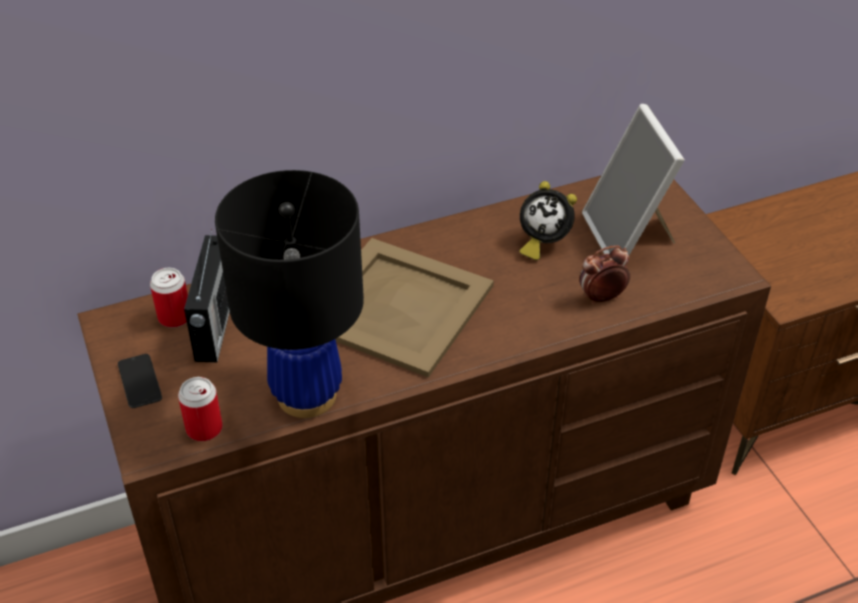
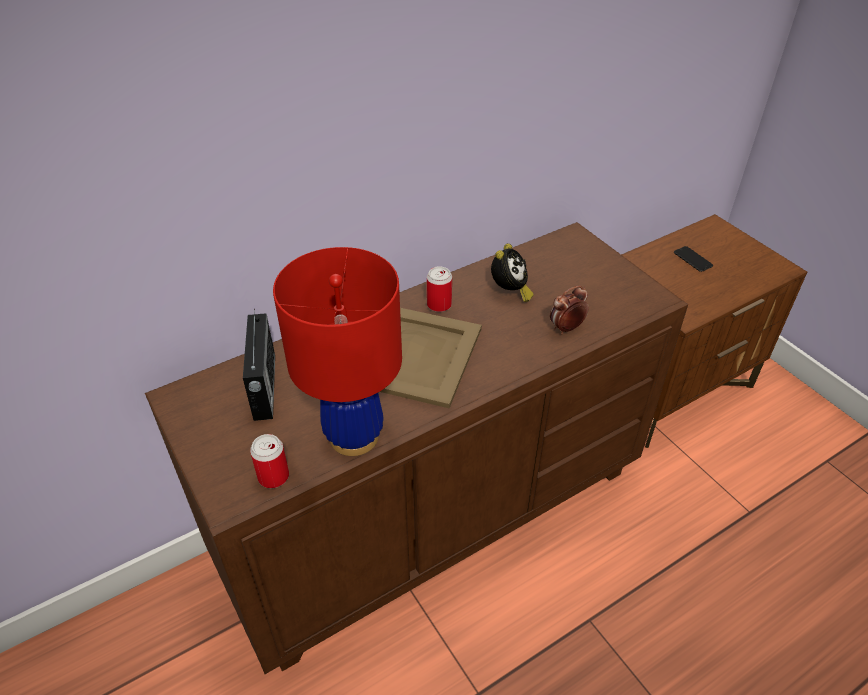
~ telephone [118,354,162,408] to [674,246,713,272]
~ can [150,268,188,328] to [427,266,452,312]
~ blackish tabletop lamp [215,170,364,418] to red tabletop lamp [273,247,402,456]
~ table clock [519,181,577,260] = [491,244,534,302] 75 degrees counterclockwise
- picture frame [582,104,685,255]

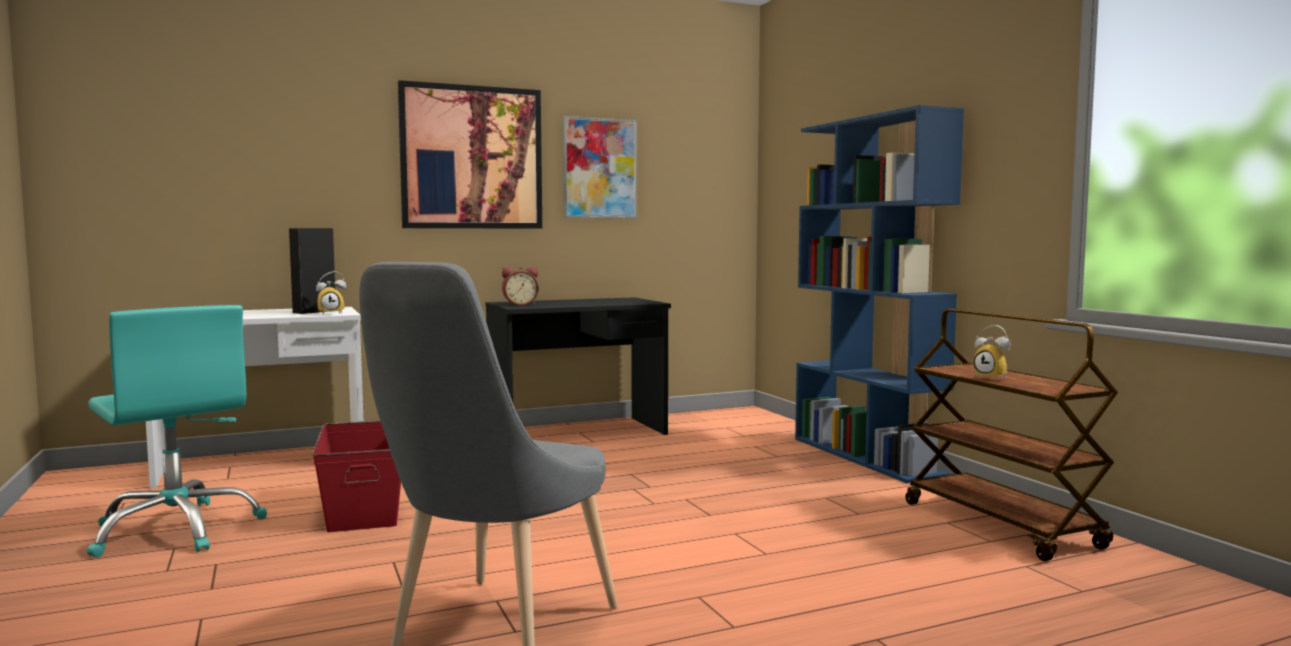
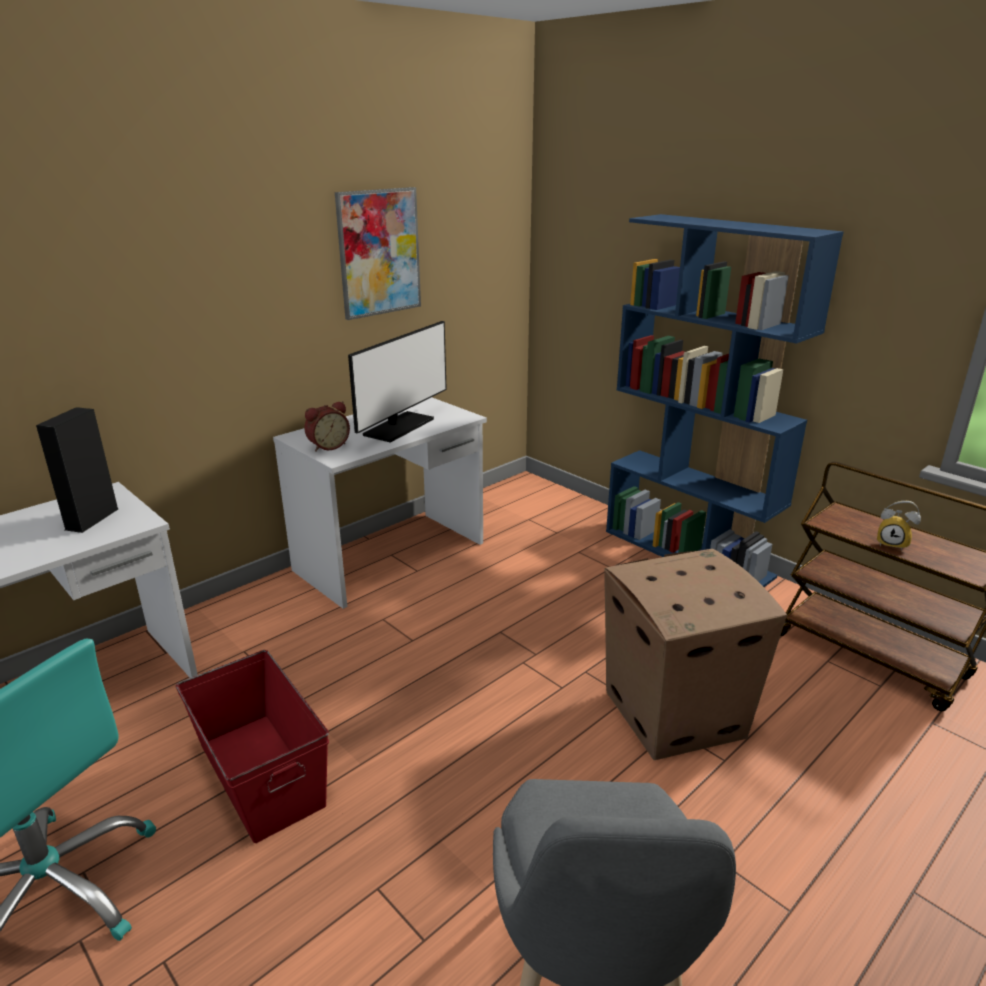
- table clock [316,271,346,315]
- wall art [398,80,542,229]
~ blackish desk table [486,297,671,435] to white desk table [273,397,487,609]
+ monitor [348,321,447,443]
+ carton [604,549,787,760]

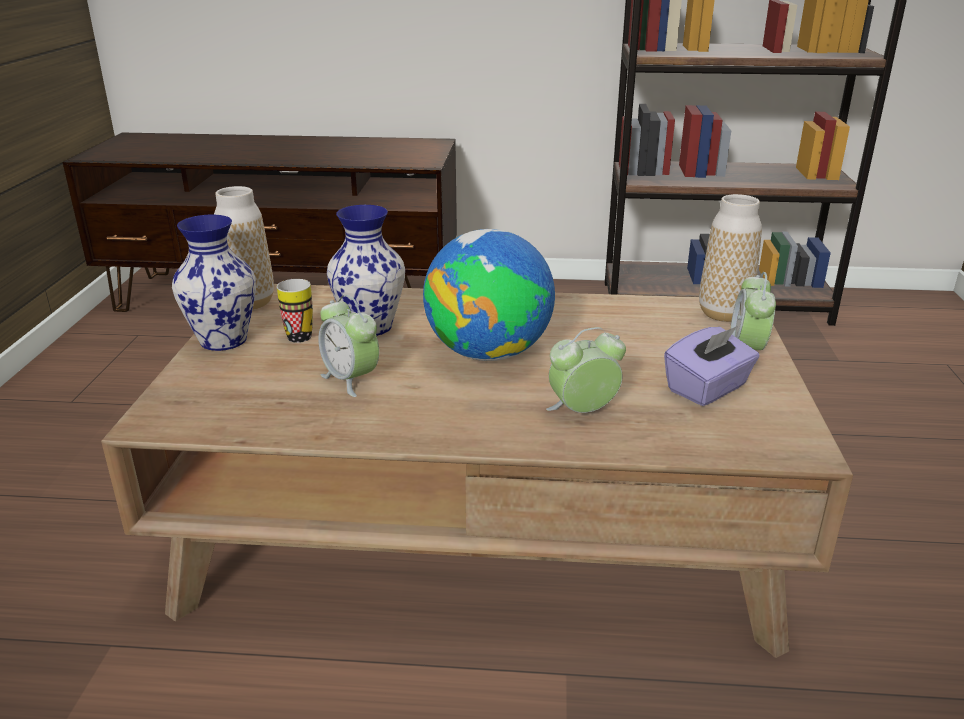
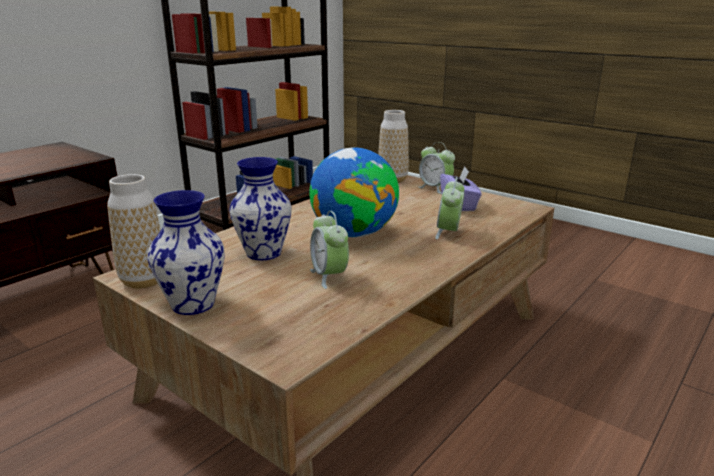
- mug [277,279,313,343]
~ table clock [318,295,379,397] = [310,211,349,289] 75 degrees clockwise

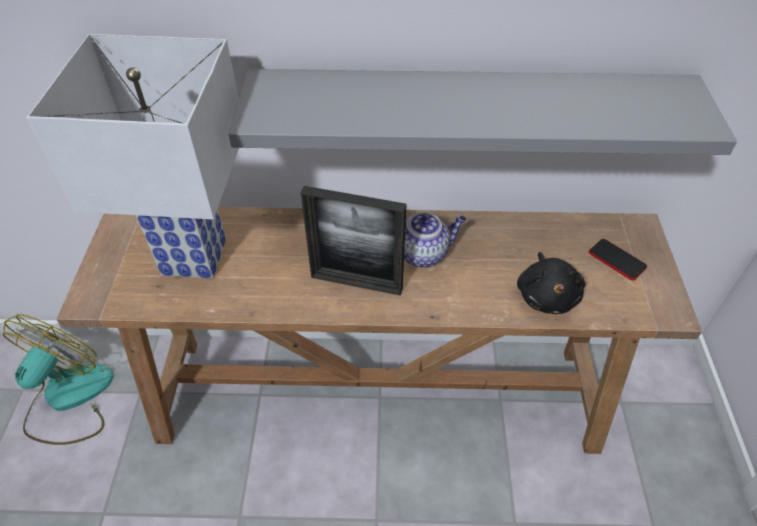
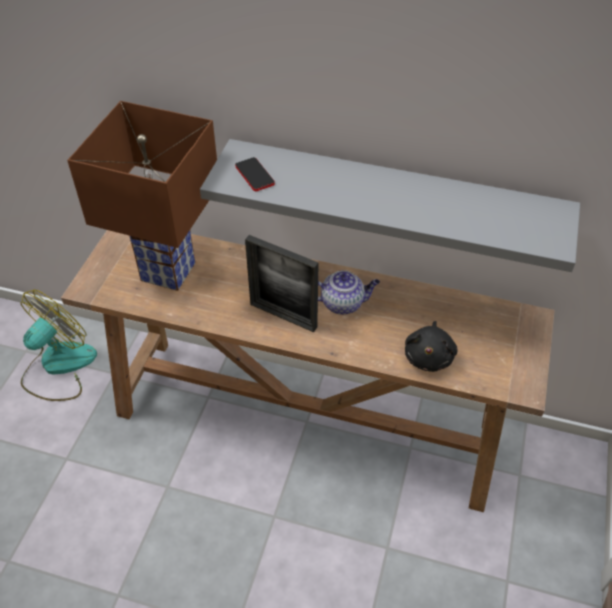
~ white tabletop lamp [26,34,239,279] to brown tabletop lamp [67,101,217,291]
~ telephone [589,239,647,281] to [235,157,275,191]

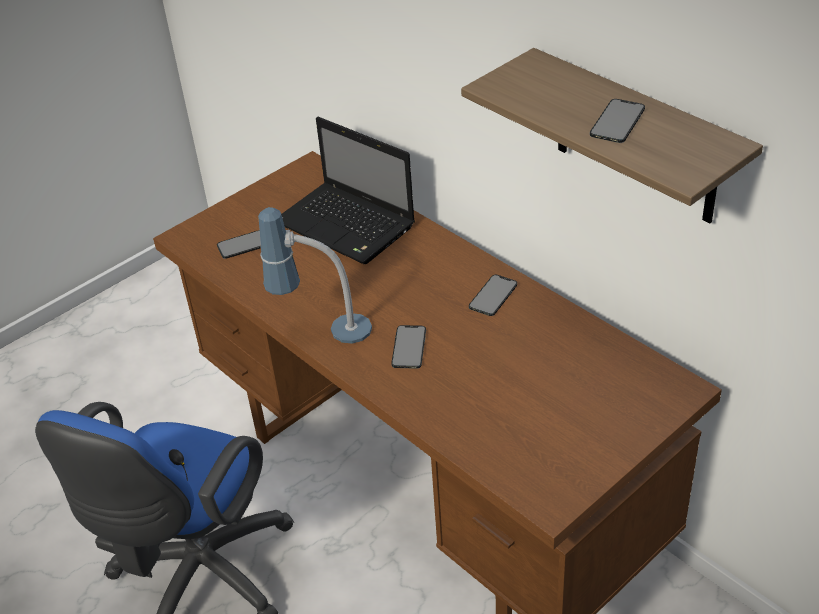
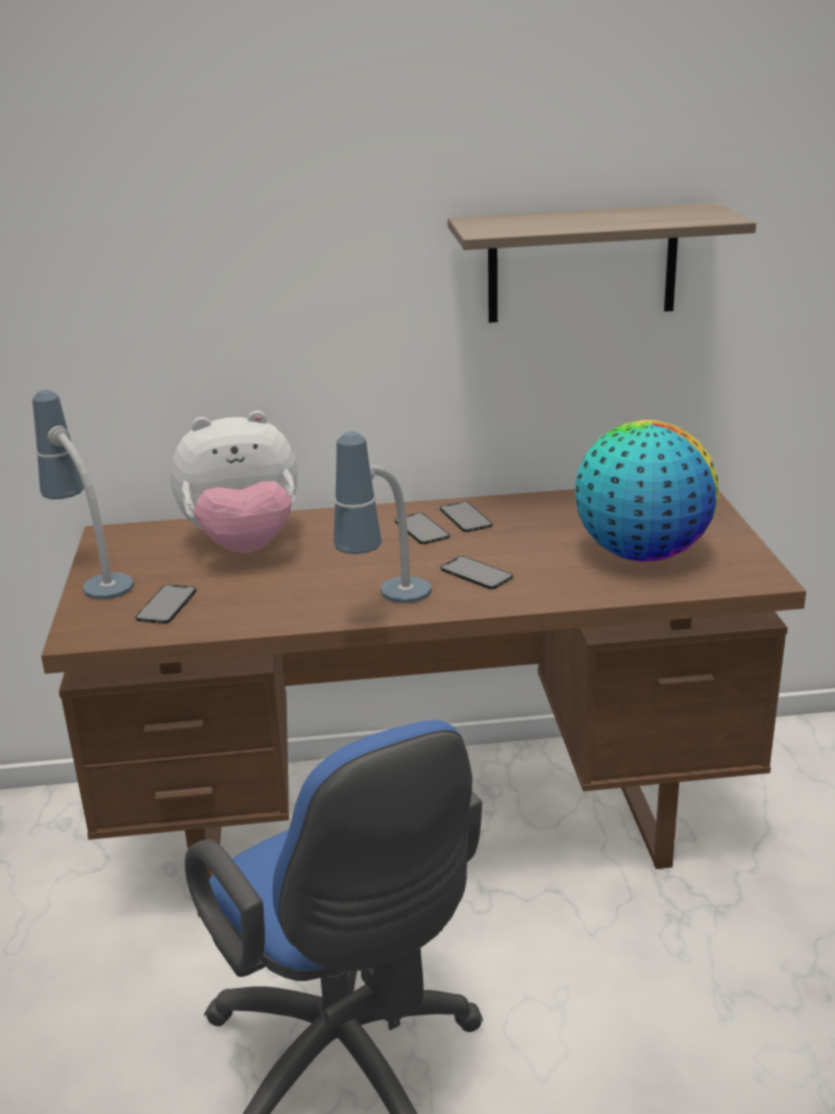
~ laptop [281,117,415,264] to soft toy [171,411,297,553]
~ telephone [590,99,645,143] to [395,513,449,544]
+ tabletop lamp [32,390,134,600]
+ globe [575,420,719,562]

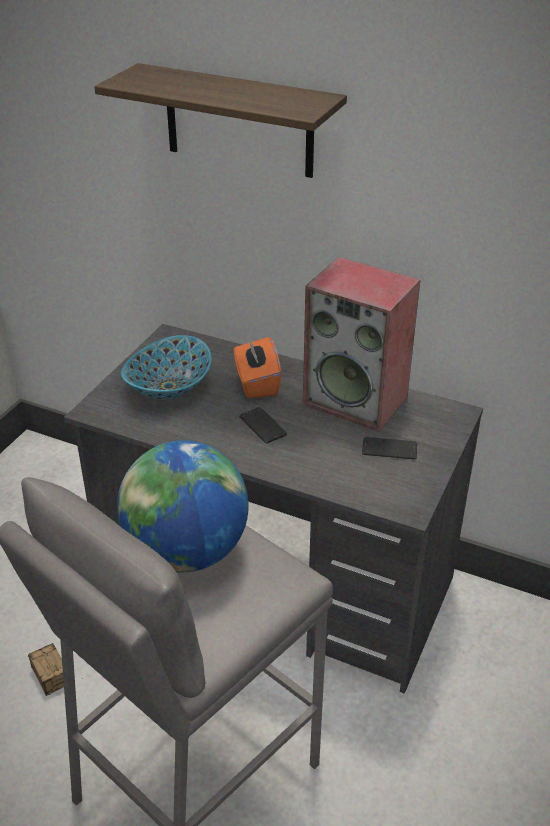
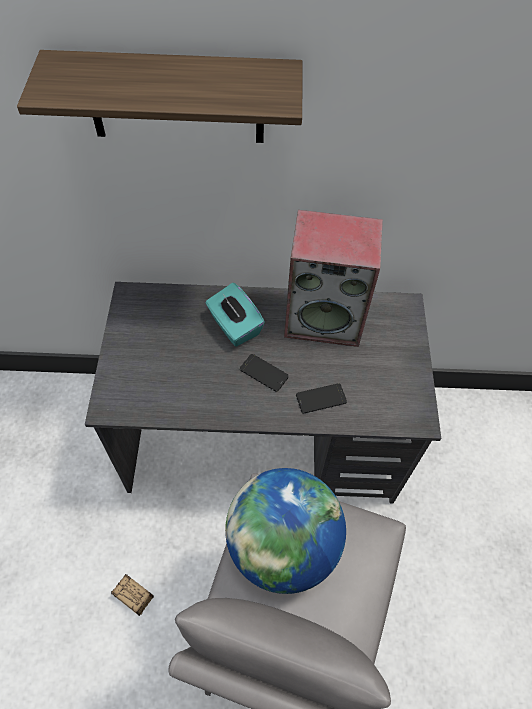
- bowl [121,335,212,400]
~ orange tissue box [234,337,282,398] to turquoise tissue box [206,283,265,347]
~ telephone [362,437,417,459] to [296,383,347,414]

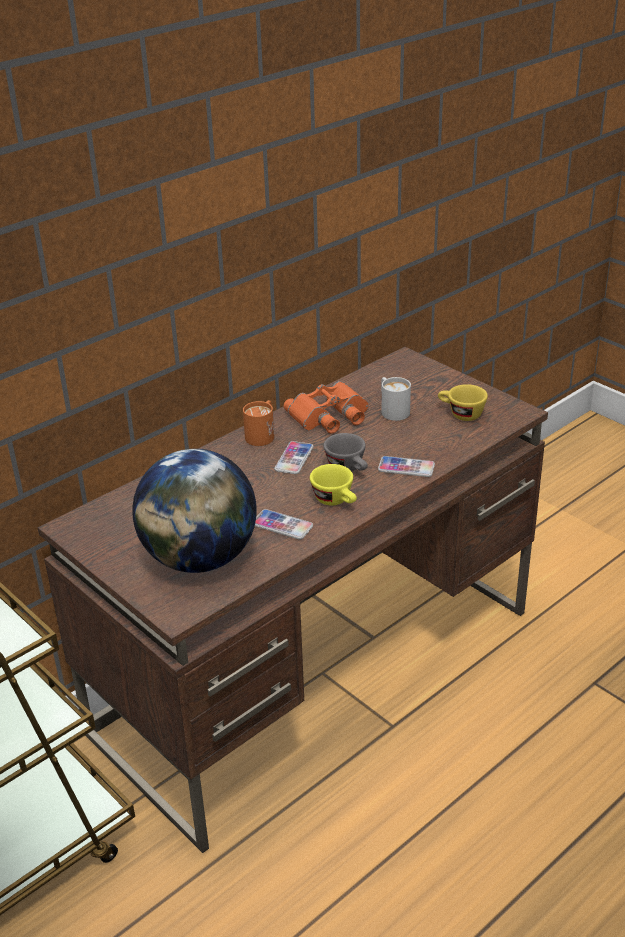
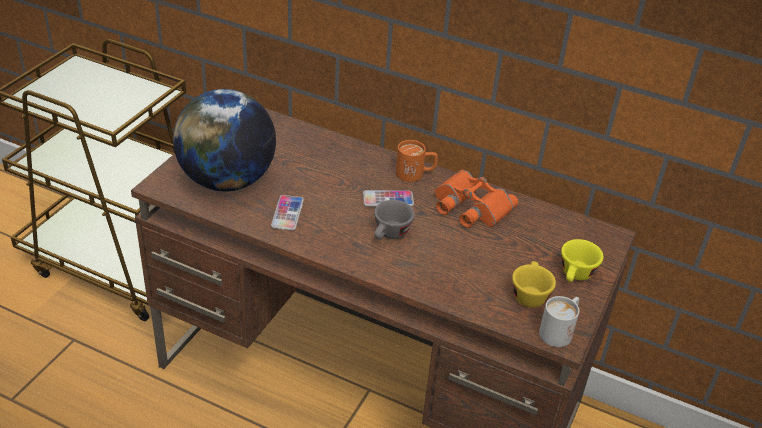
~ yellow cup [310,464,357,505] to [561,239,603,282]
- telephone [378,456,435,477]
~ white mug [381,377,411,421] to [539,296,579,347]

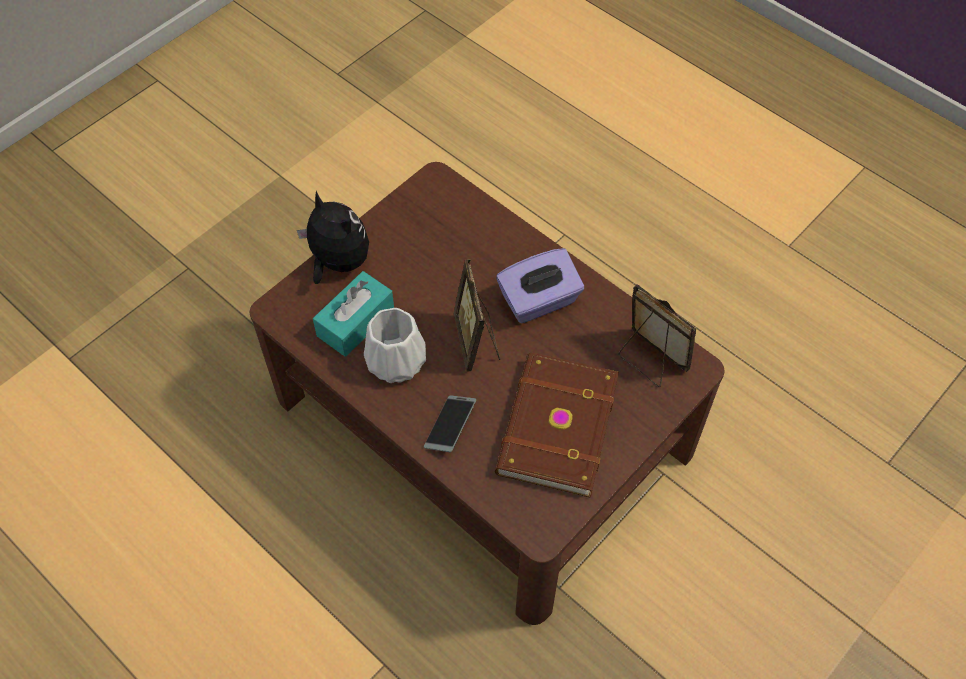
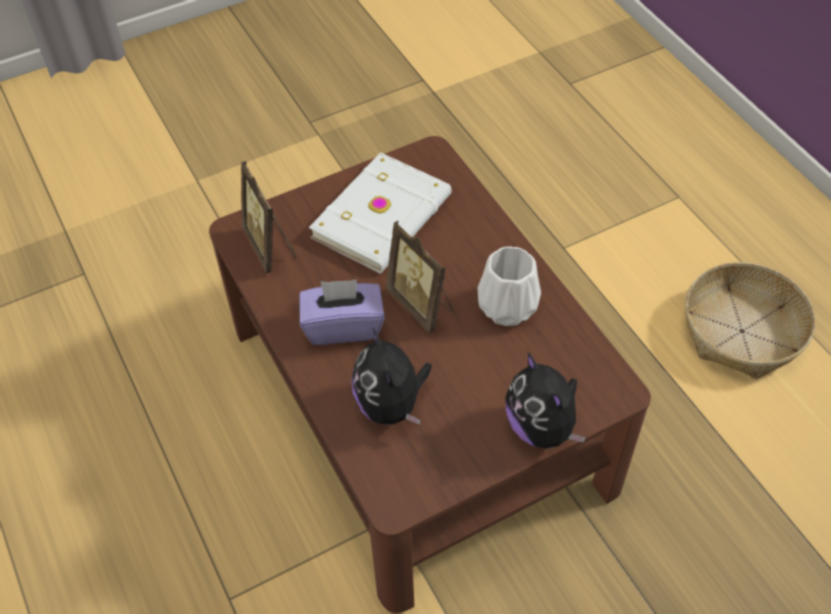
- turquoise tissue box [313,271,394,357]
- telephone [424,395,476,452]
~ picture frame [453,259,500,372] = [386,221,453,333] 135 degrees clockwise
~ brown volume [495,352,619,498] to white volume [309,152,452,274]
+ soft toy [352,327,432,425]
+ household basket [685,262,815,379]

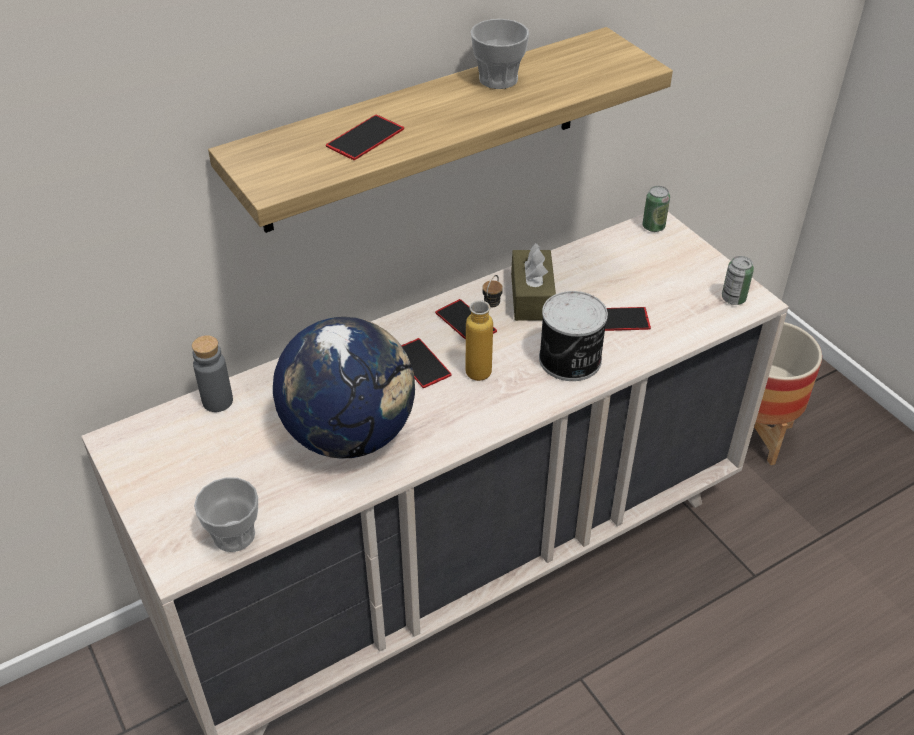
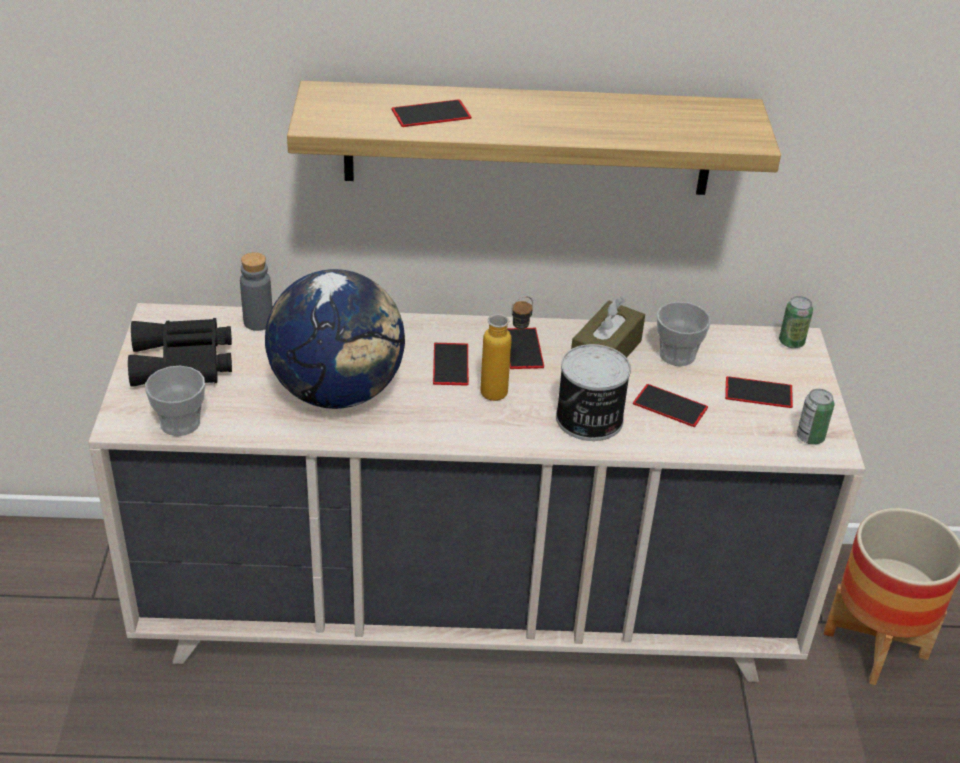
~ cup [471,19,529,89] to [657,302,711,366]
+ blackish field glasses [128,318,232,387]
+ telephone [725,376,793,408]

